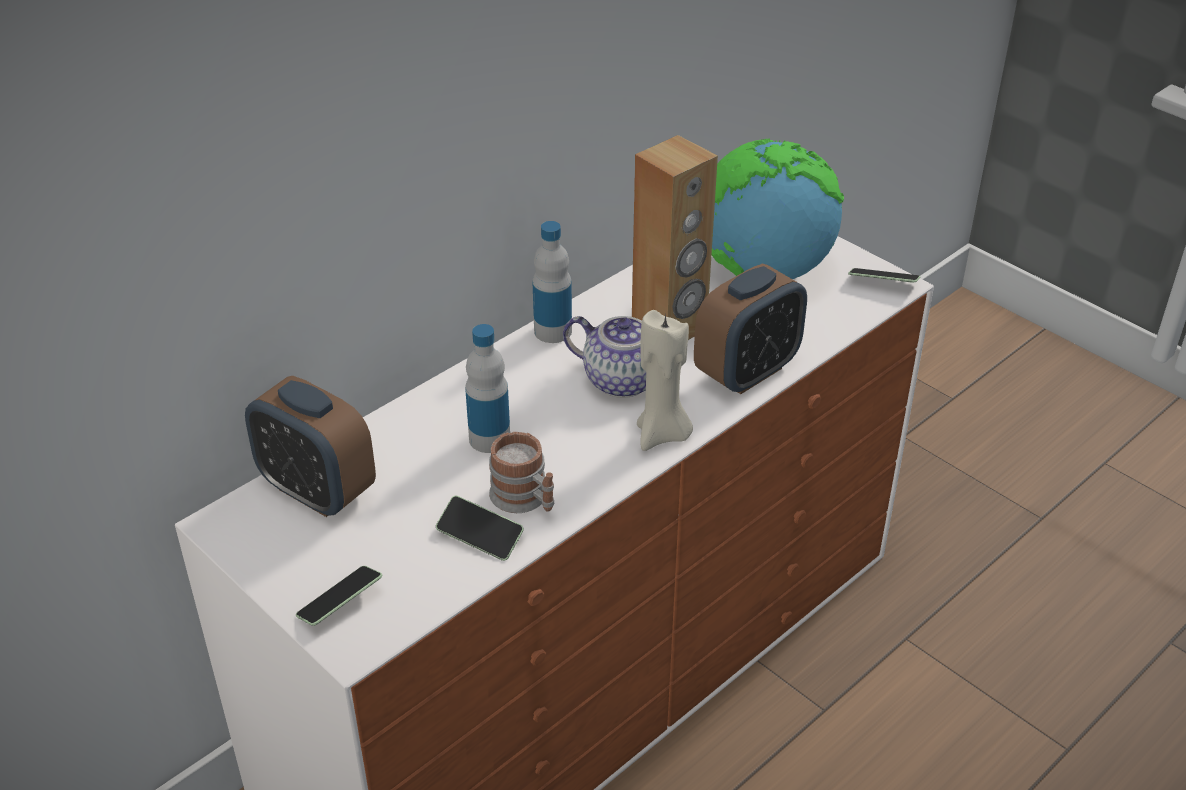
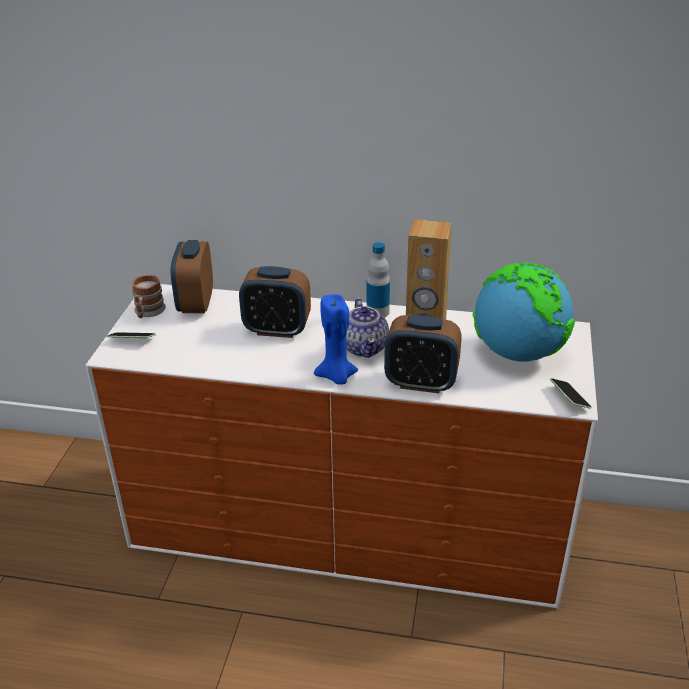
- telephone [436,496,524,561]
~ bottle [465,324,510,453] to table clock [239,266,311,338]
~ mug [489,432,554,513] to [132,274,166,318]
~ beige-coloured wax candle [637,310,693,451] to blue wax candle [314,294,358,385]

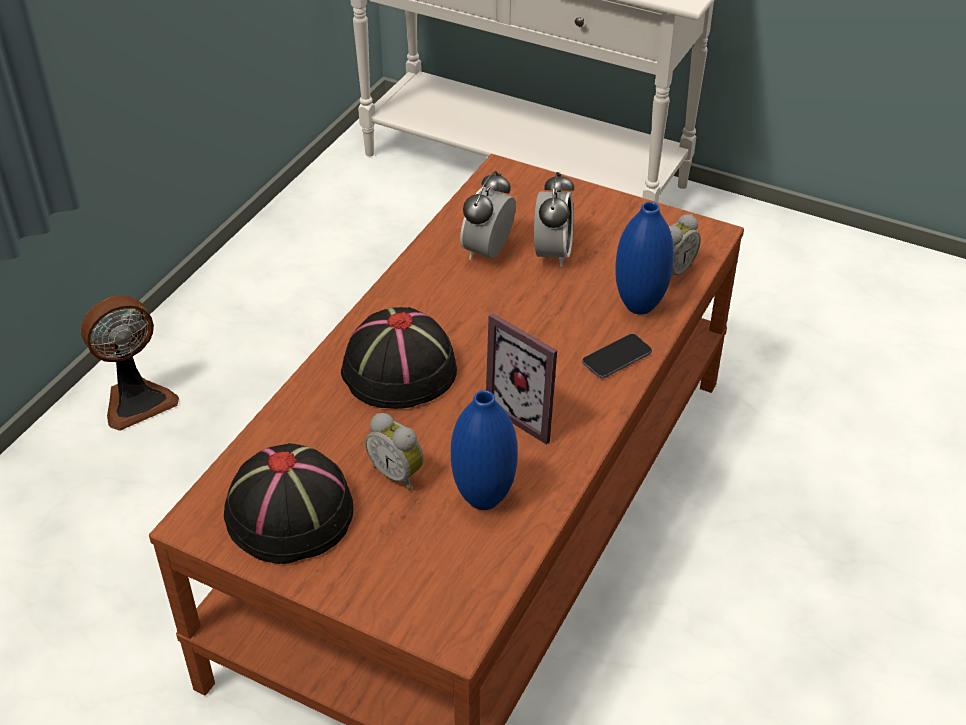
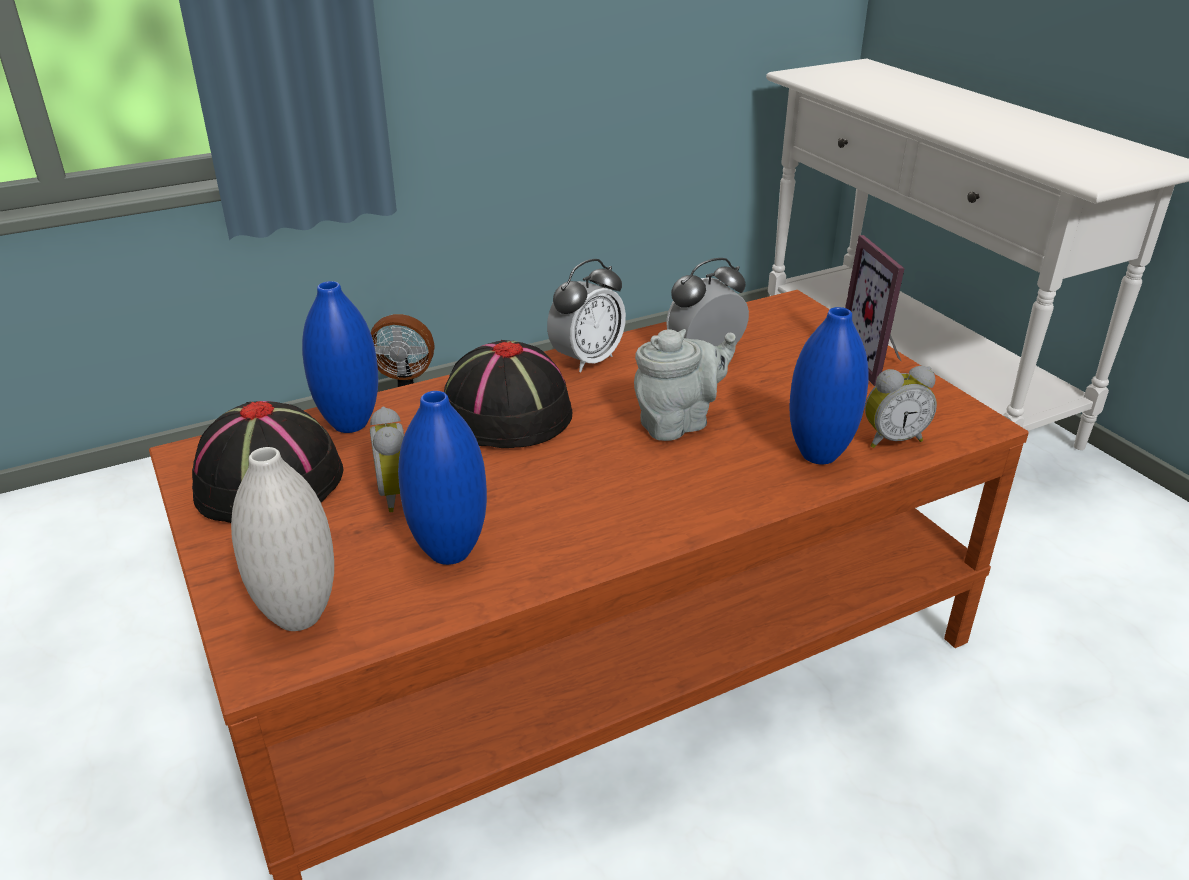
~ picture frame [486,313,557,445] to [845,235,905,386]
~ table clock [534,172,574,267] to [547,259,626,372]
- telephone [582,334,652,378]
+ white decorative vase [231,447,334,631]
+ blue decorative vase [302,281,378,433]
+ greyish teapot [634,329,736,441]

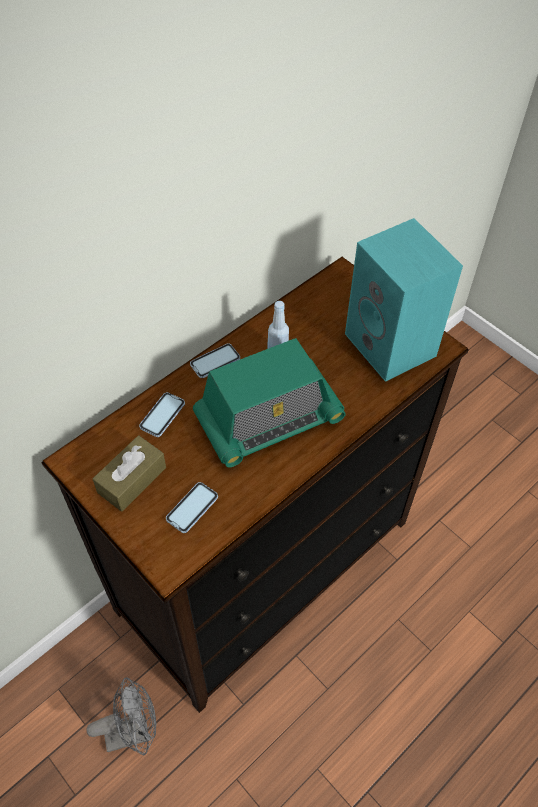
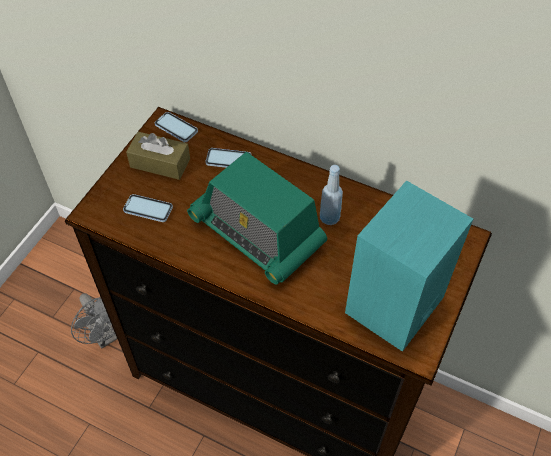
~ telephone [190,343,240,378] to [155,112,198,142]

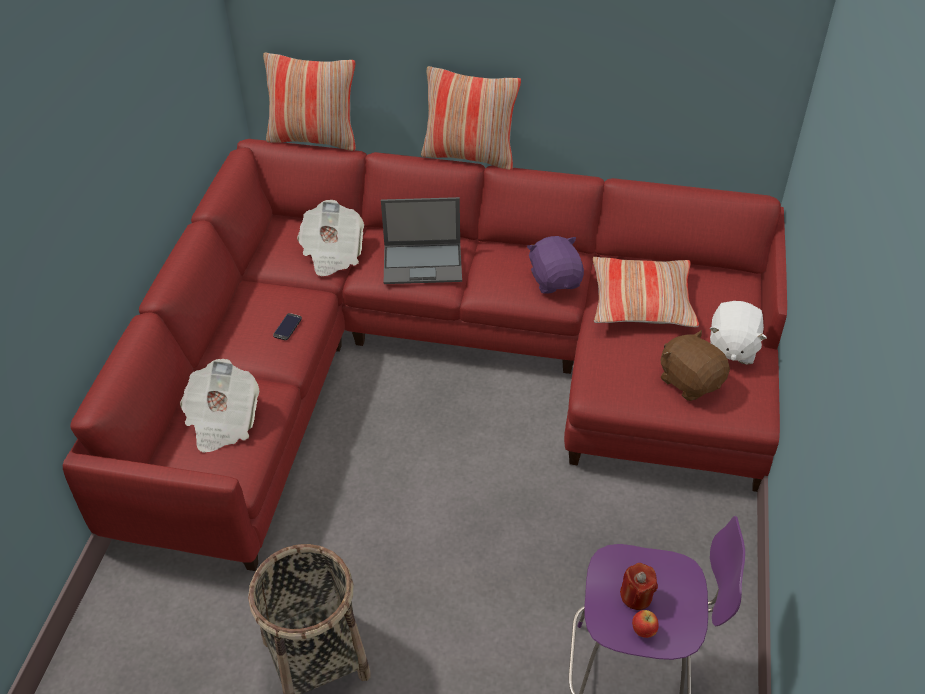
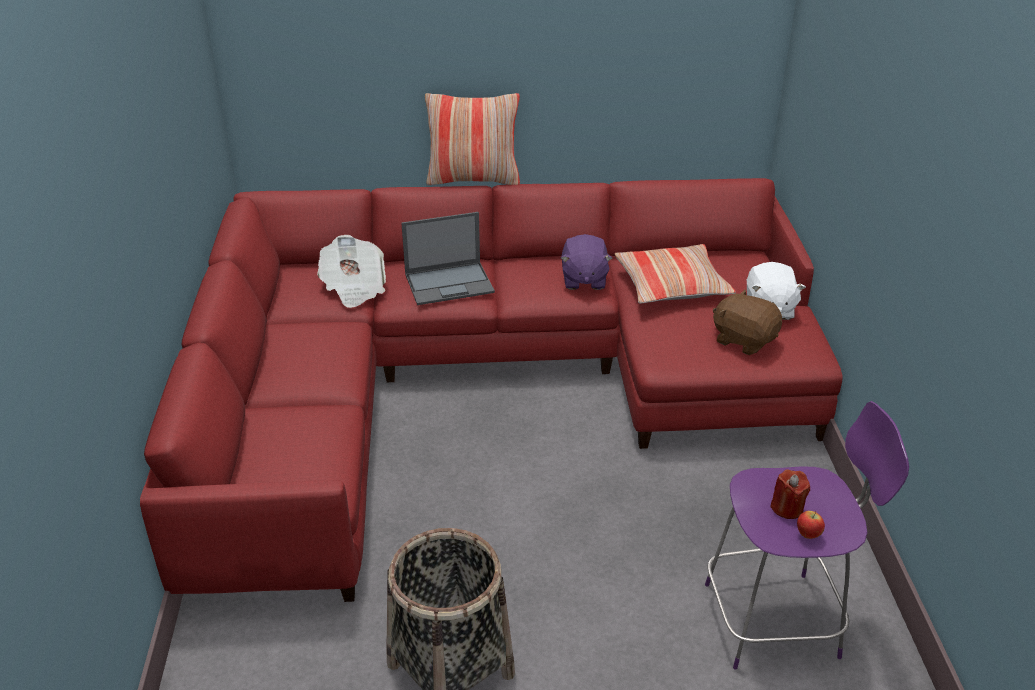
- newspaper [180,359,260,453]
- throw pillow [263,53,356,151]
- telephone [273,313,302,340]
~ purplish soft toy [527,236,584,294] = [561,234,612,290] 150 degrees counterclockwise

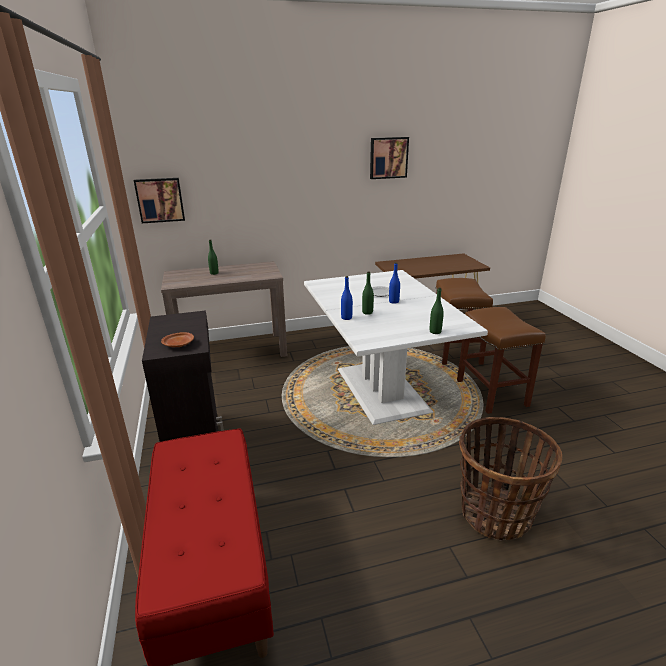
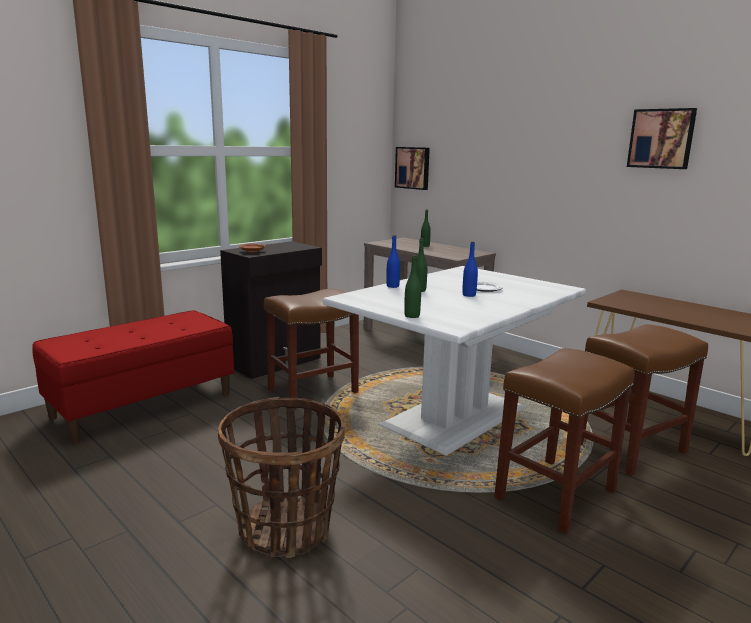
+ brown stool [264,289,359,409]

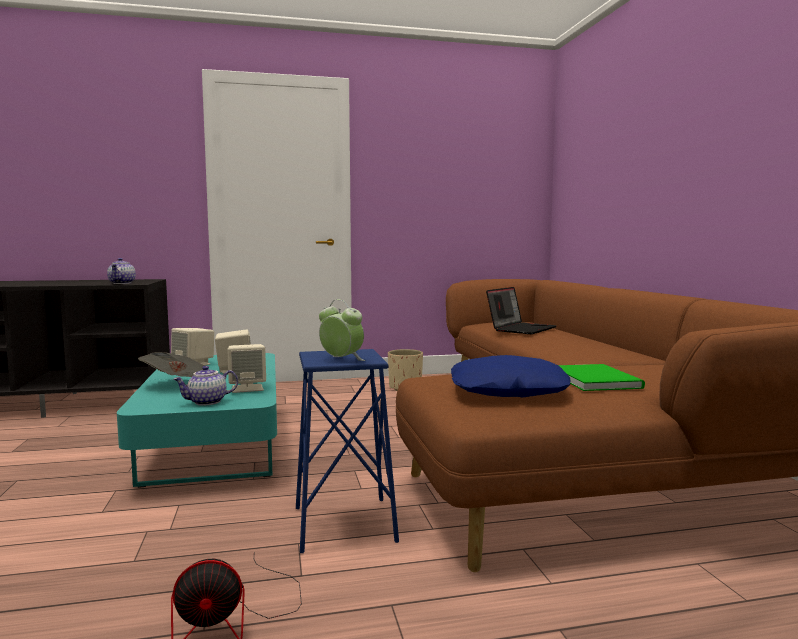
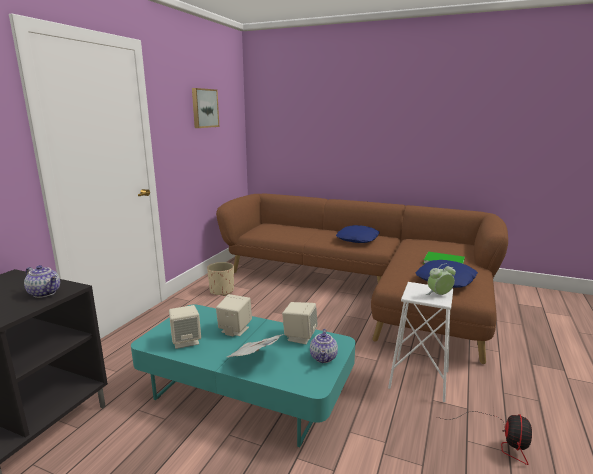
~ blue stool [296,349,399,553] to white stool [388,282,453,402]
- laptop [486,287,557,334]
+ wall art [192,88,219,128]
+ blue throw pillow [336,225,380,243]

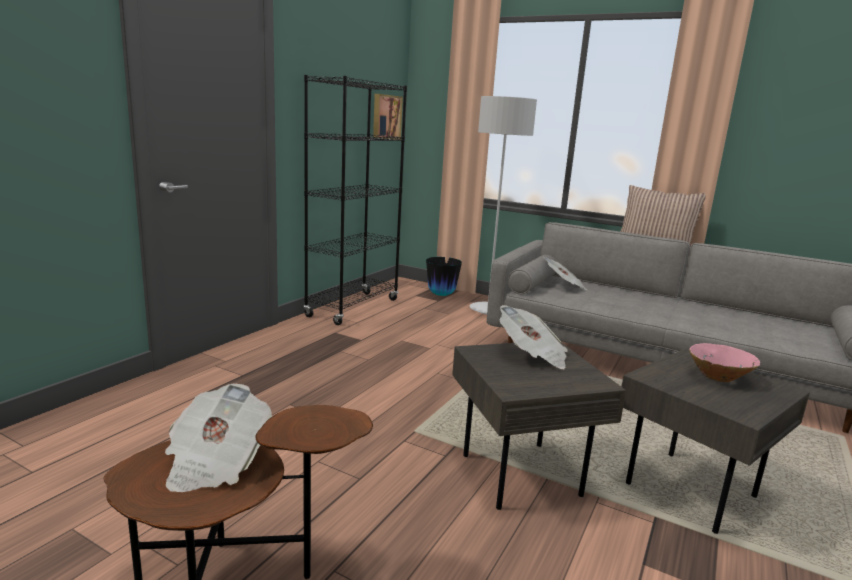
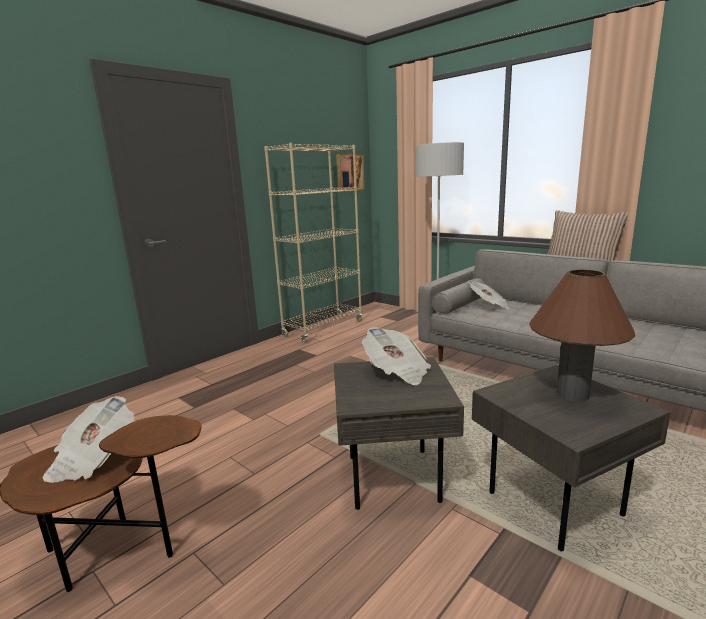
~ blackish bookcase [304,75,407,325] to beige-coloured bookcase [264,143,363,343]
- decorative vase [426,257,462,296]
~ pink bowl [689,343,760,382] to brown tabletop lamp [529,269,635,402]

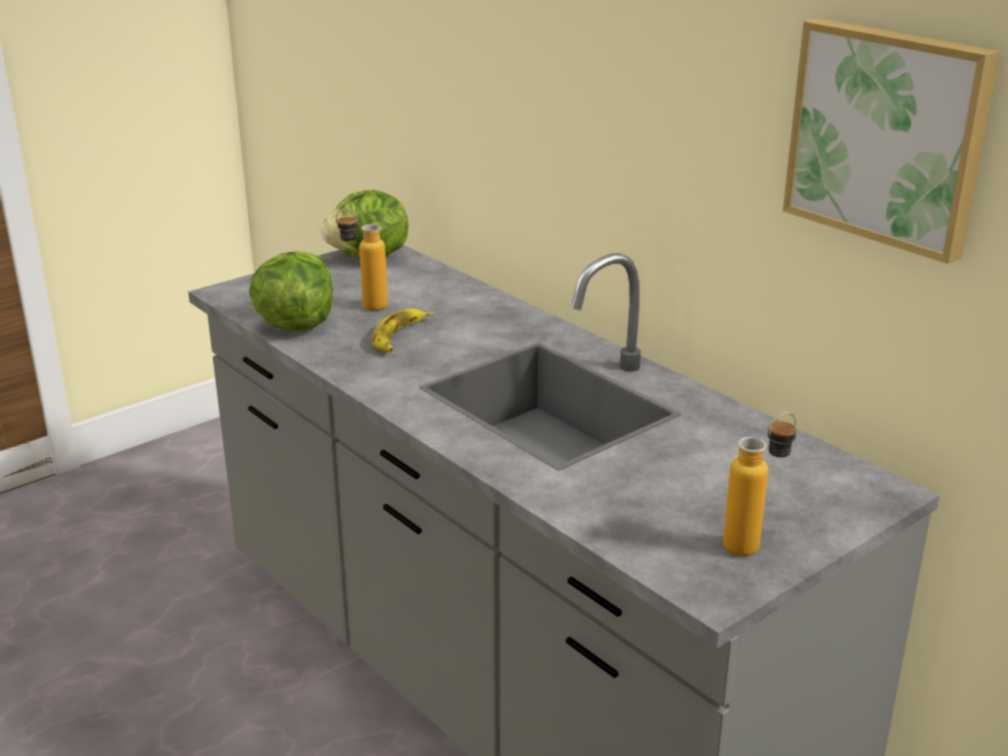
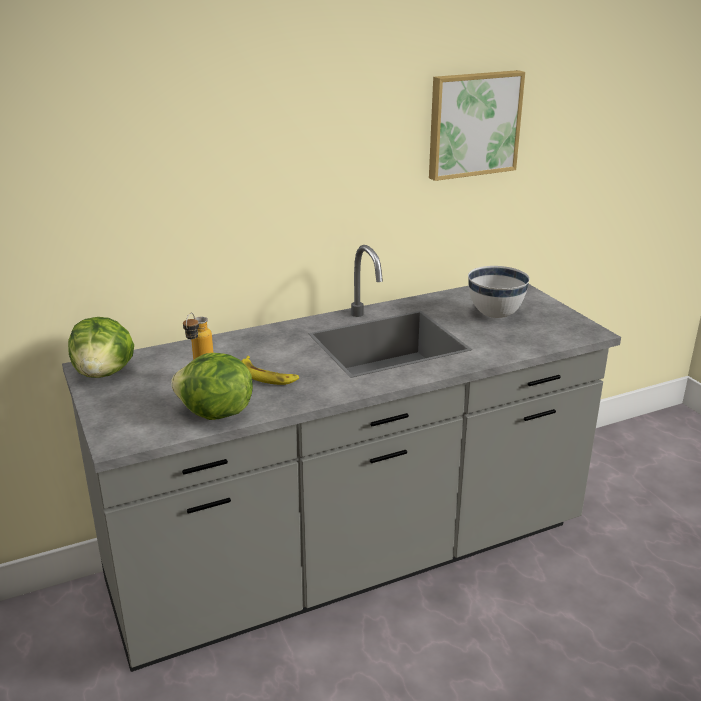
- bottle [723,412,796,556]
+ white bowl [468,266,530,318]

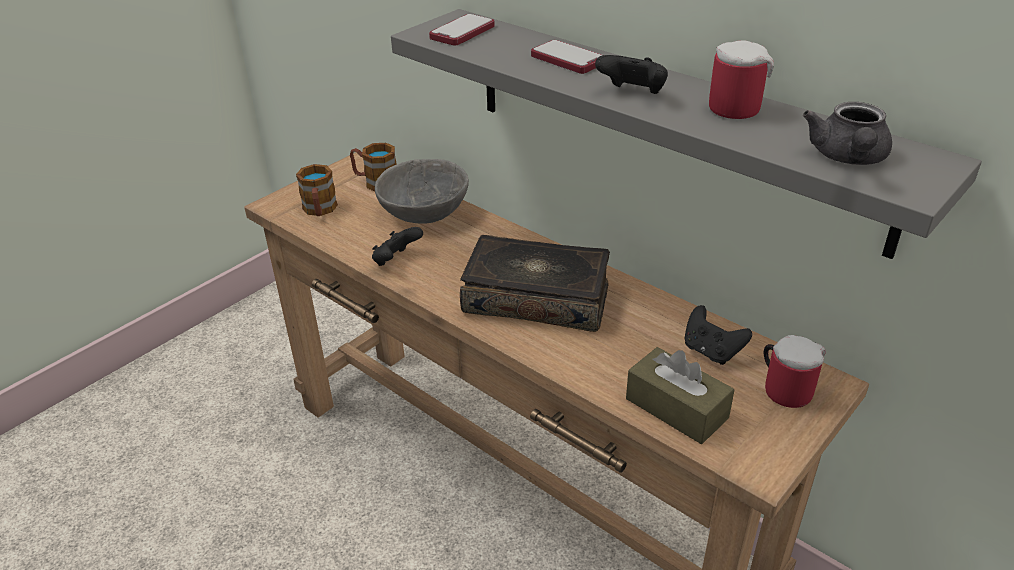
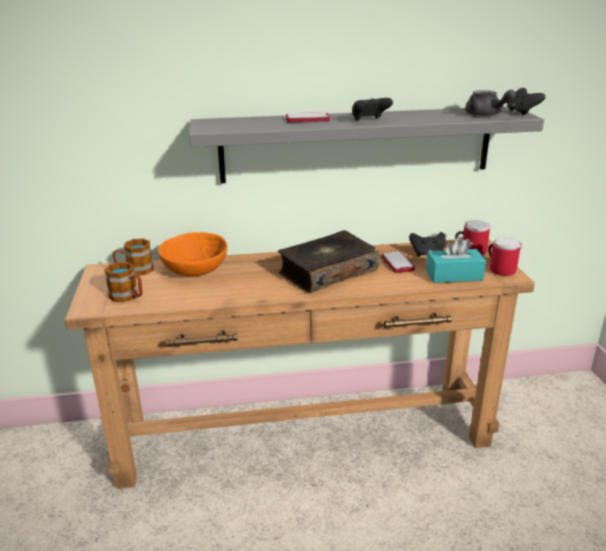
~ blackish game controller [372,227,423,266] to [507,88,545,116]
~ greyish bowl [375,159,469,224] to orange bowl [158,232,227,277]
~ telephone [429,14,495,45] to [381,251,415,273]
~ brown tissue box [626,347,734,444] to turquoise tissue box [426,236,486,283]
~ mug [709,41,774,119] to [488,237,522,276]

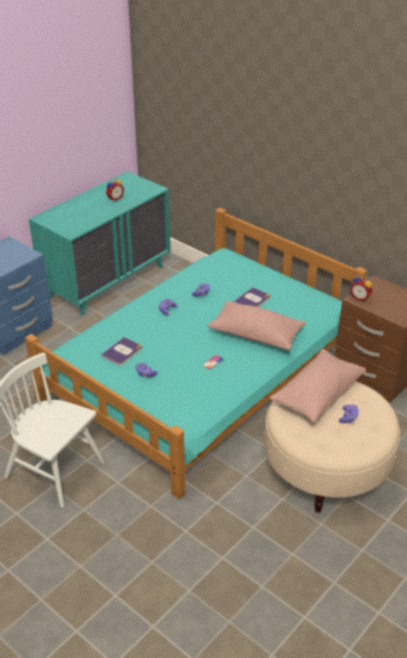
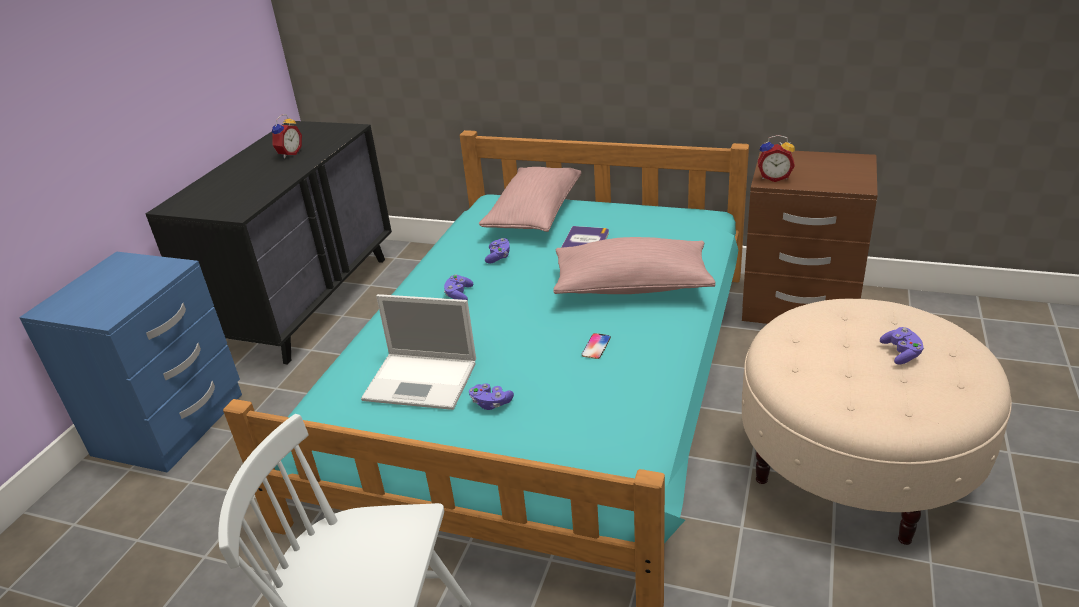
~ turquoise chest of drawers [29,171,171,316] to blackish chest of drawers [146,121,392,365]
~ volume [101,337,142,365] to laptop [361,294,476,410]
~ pink throw pillow [270,349,366,423] to [479,167,581,232]

